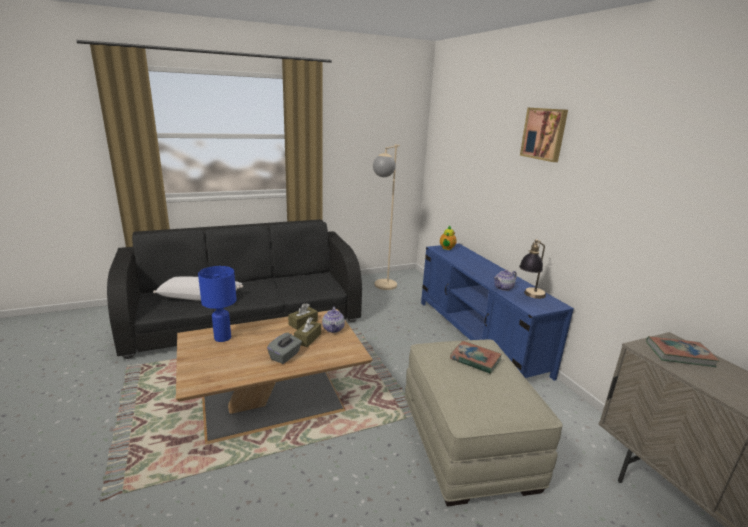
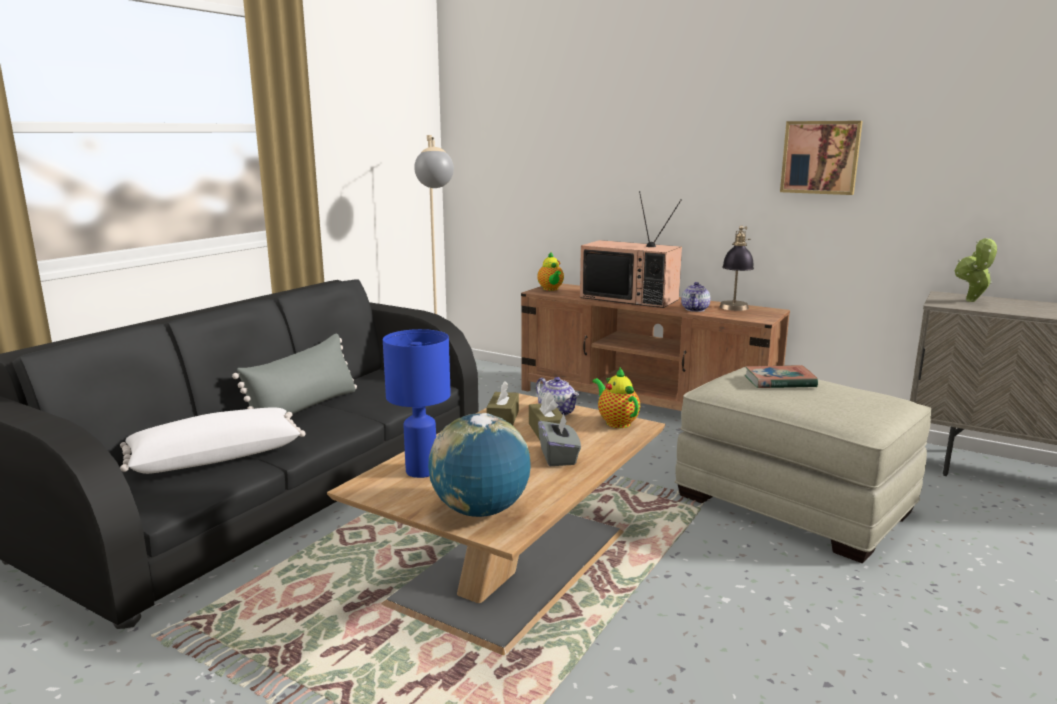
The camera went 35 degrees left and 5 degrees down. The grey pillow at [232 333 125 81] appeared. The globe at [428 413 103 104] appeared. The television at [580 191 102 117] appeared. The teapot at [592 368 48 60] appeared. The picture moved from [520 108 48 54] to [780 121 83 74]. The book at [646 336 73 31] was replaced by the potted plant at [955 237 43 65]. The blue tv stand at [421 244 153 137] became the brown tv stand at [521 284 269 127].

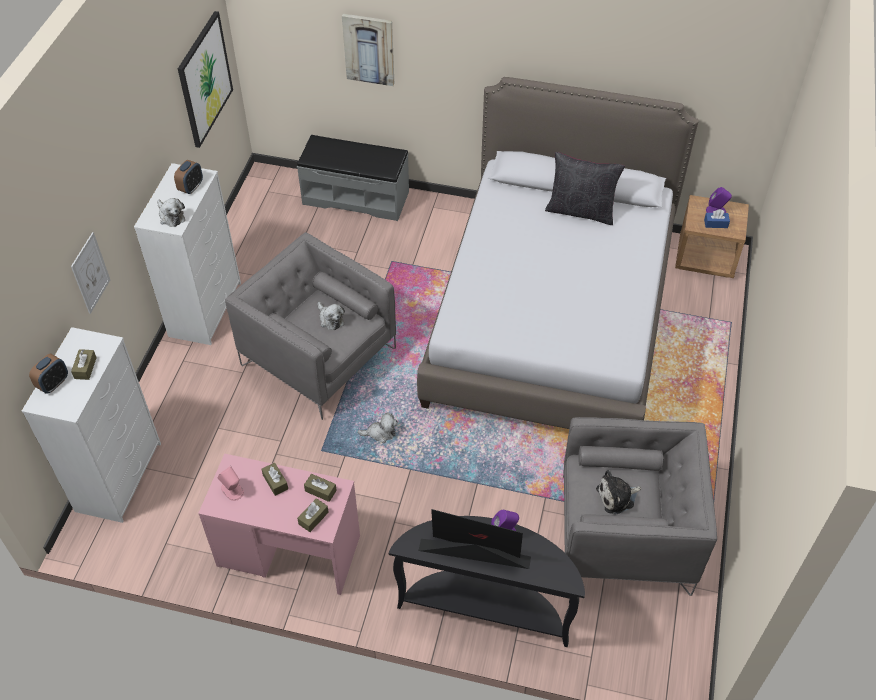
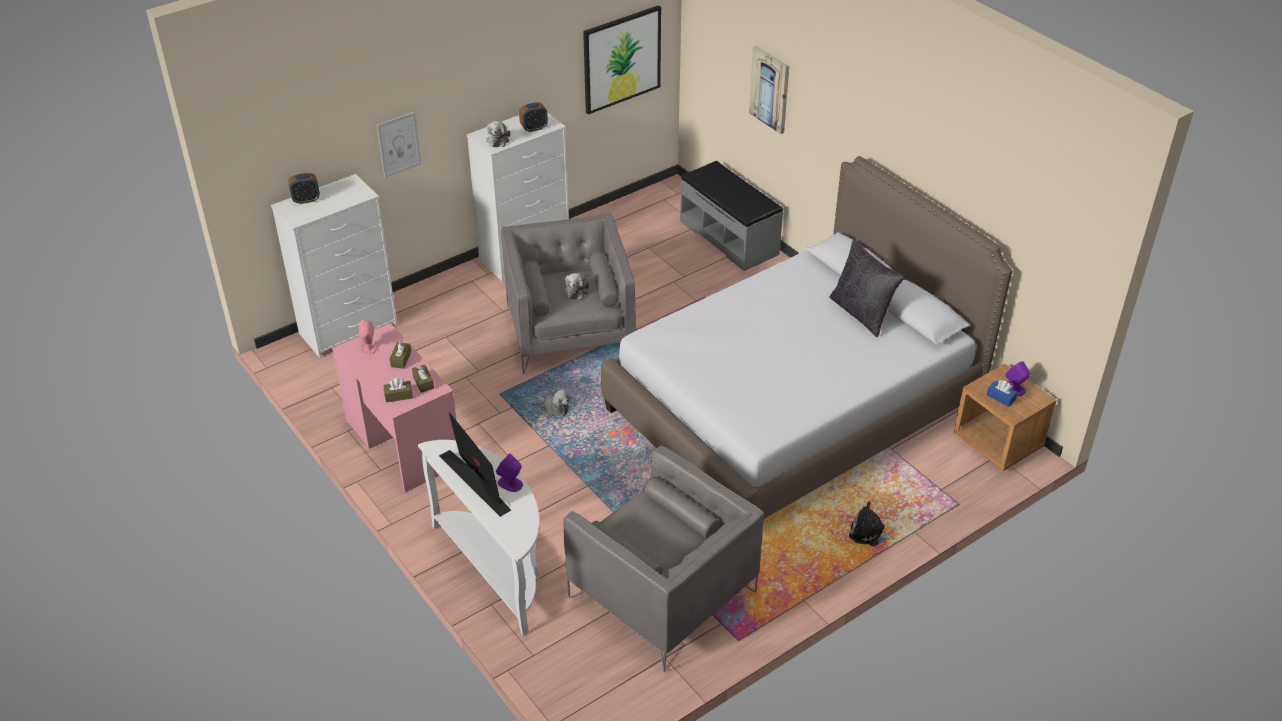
The camera went 40 degrees right and 10 degrees down. The brown tissue box at [71 349 26 31] disappeared. The plush toy moved from [596 470 46 44] to [849 502 47 44]. The black console table at [389 516 196 131] became the white console table at [418 440 122 196].

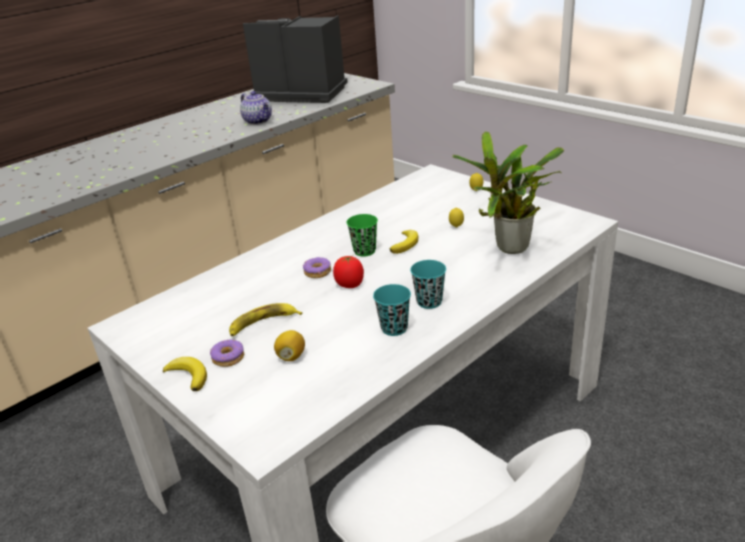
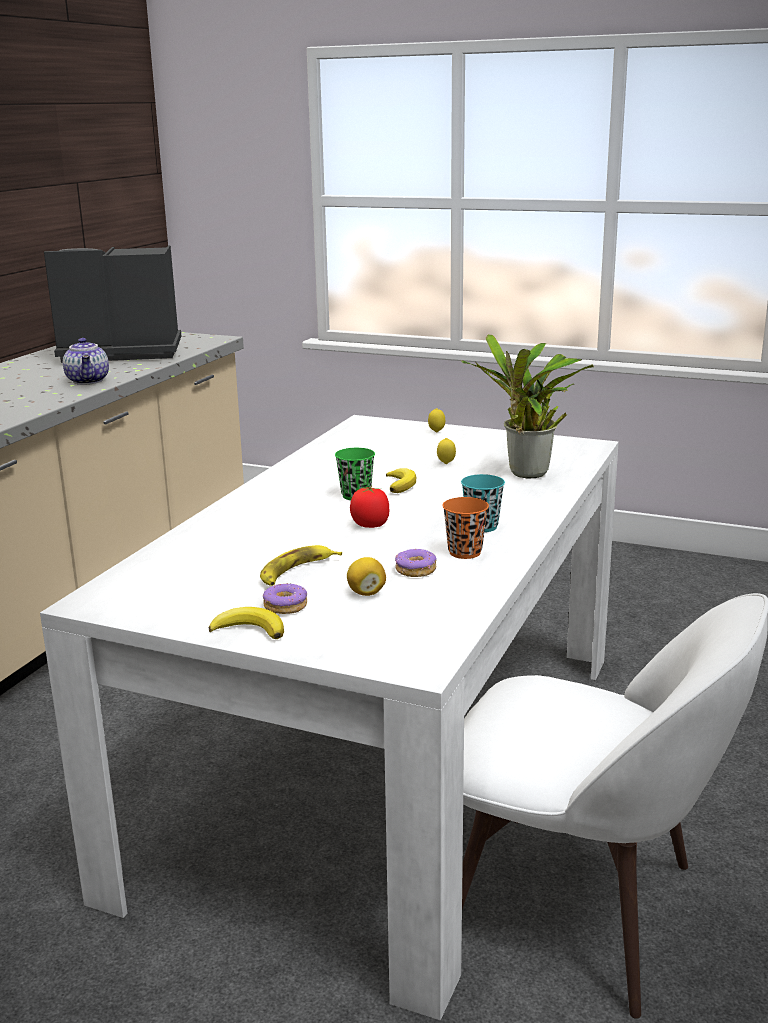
The camera went 25 degrees left and 10 degrees down. The donut moved from [303 257 28 21] to [395 549 41 28]. The turquoise cup at [373 284 38 52] became the orange cup at [442 497 47 62]. The teapot at [240 91 32 34] turned 45 degrees clockwise.

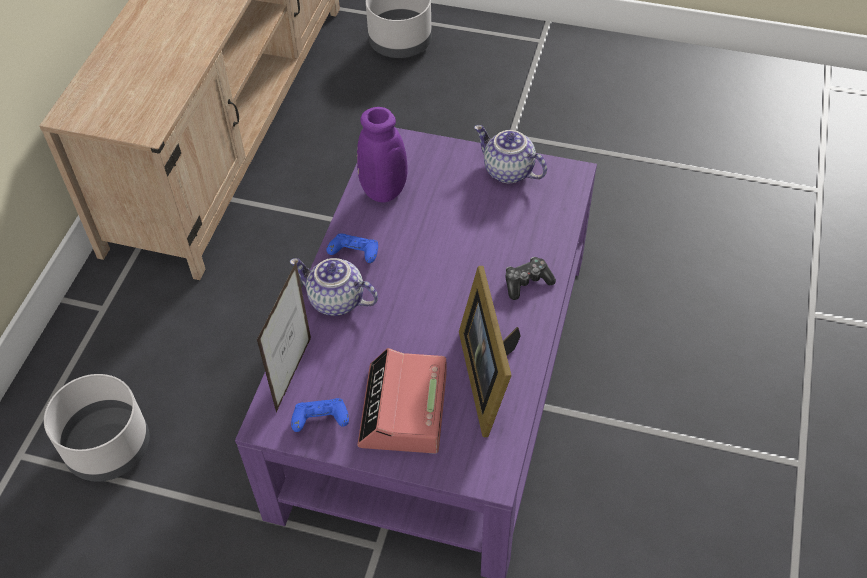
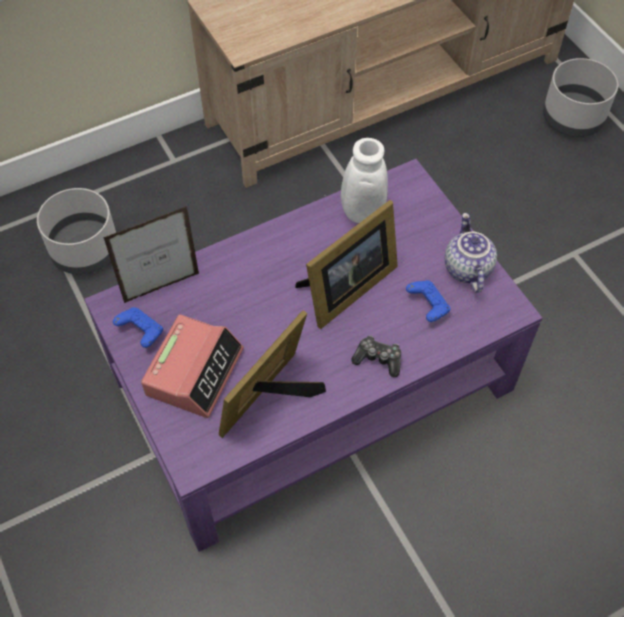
The camera went 45 degrees right and 5 degrees up. The teapot at [290 258 88 58] disappeared. The picture frame at [295 200 103 129] appeared. The blue game controller moved from [326 234 52 29] to [406 280 44 42]. The purple vase at [357 107 51 95] became the white vase at [324 138 64 85]. The alarm clock at [357 348 90 106] turned 150 degrees clockwise.

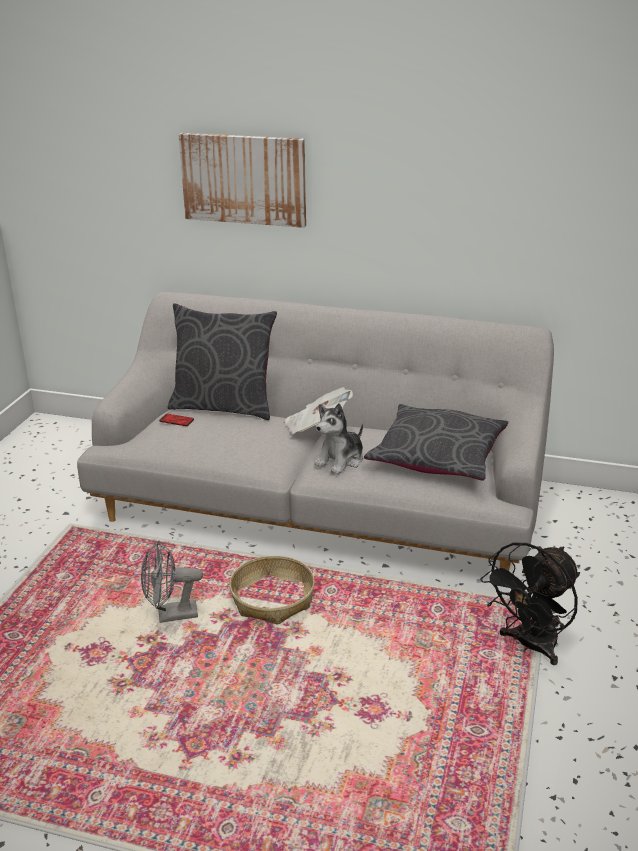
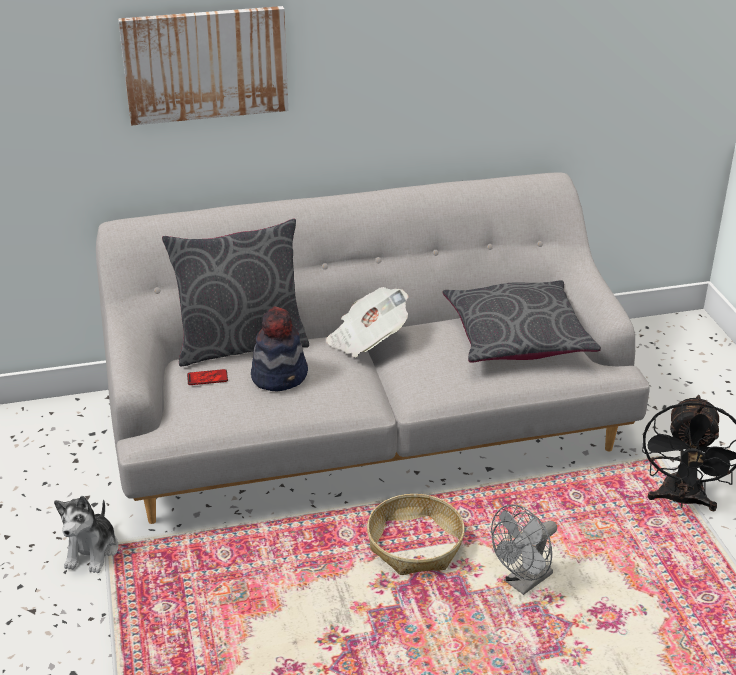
The camera went 30 degrees left and 5 degrees up. The hat at [251 306 57 85] appeared. The grey fan moved from [141 541 62 82] to [491 505 66 90]. The plush toy moved from [314 403 49 72] to [54 496 64 77].

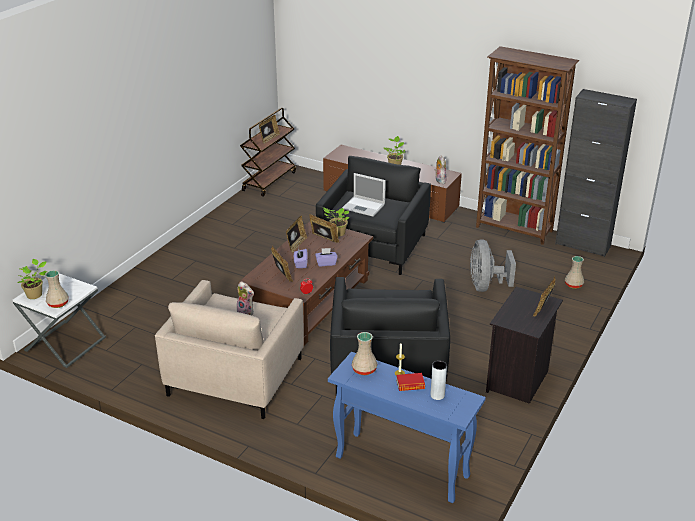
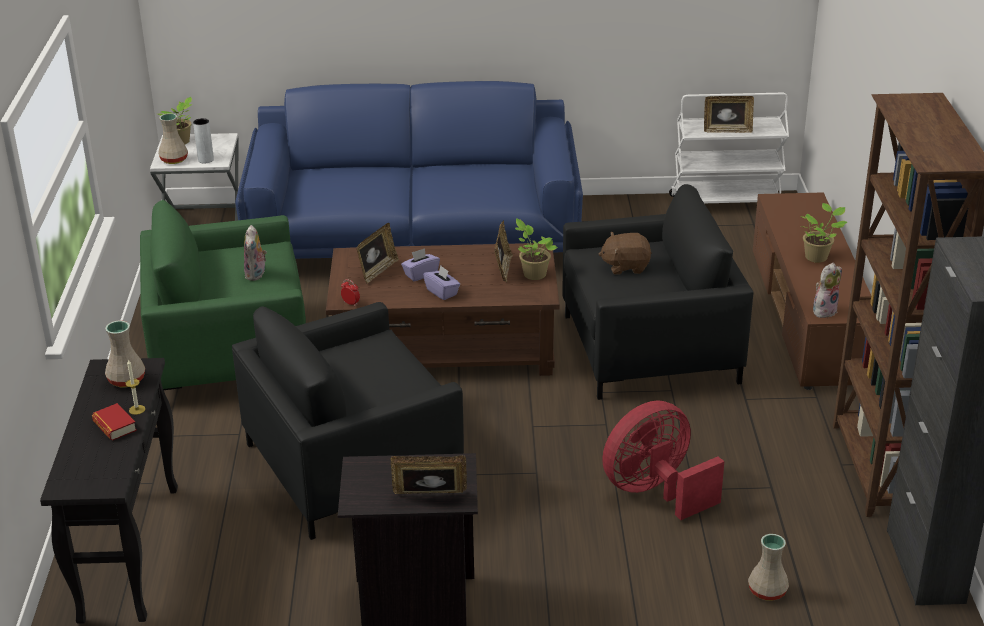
The camera went 60 degrees right and 0 degrees up. The picture frame at [286 216 21 37] disappeared. The blue sofa at [235 81 348 178] appeared. The grey vase moved from [430 361 17 39] to [193 118 21 46]. The laptop at [342 173 44 44] was replaced by the brown plush toy at [598 232 54 42]. The beige armchair at [155 280 149 139] became the green armchair at [140 200 166 190]. The brown cart at [240 108 56 89] became the white cart at [669 93 120 110]. The blue console table at [328 352 158 151] became the black console table at [40 358 138 266]. The grey fan at [470 239 46 53] became the red fan at [602 400 122 120].

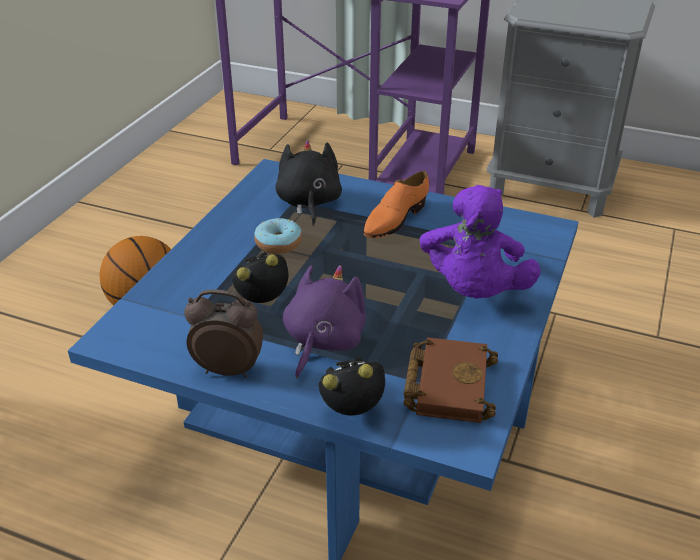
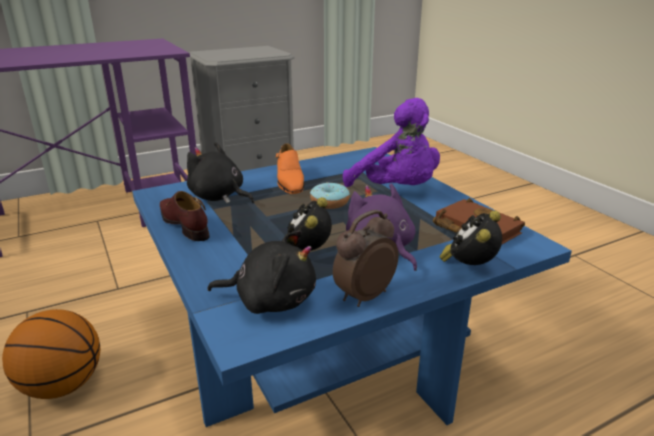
The camera went 50 degrees left and 10 degrees down. The brown shoe at [160 191 49 50] appeared. The black plush toy at [208 230 108 84] appeared. The donut moved from [254 218 48 36] to [310 183 40 26].

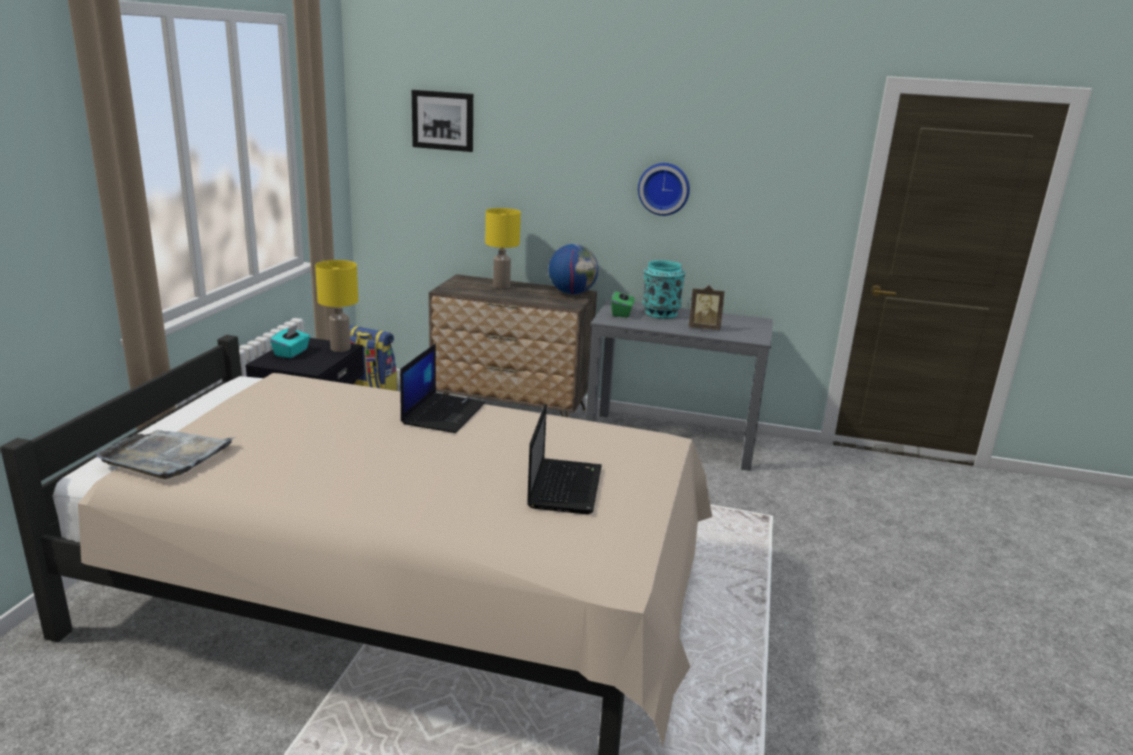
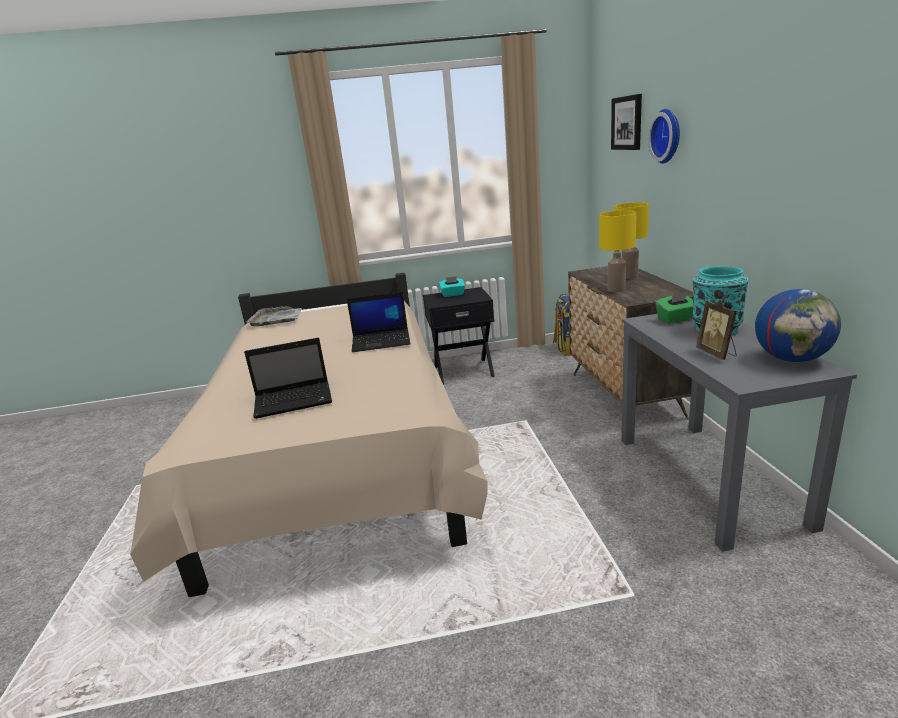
The camera went 70 degrees right and 0 degrees up. The yellow table lamp moved from [315 260 43 92] to [599 210 38 82]. The globe moved from [549 244 49 51] to [755 289 86 73]. The wall clock moved from [638 163 52 53] to [648 109 32 55].

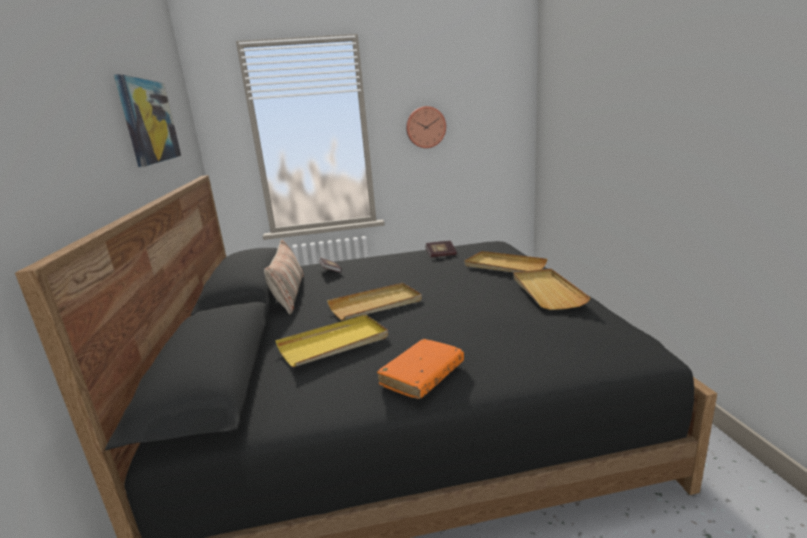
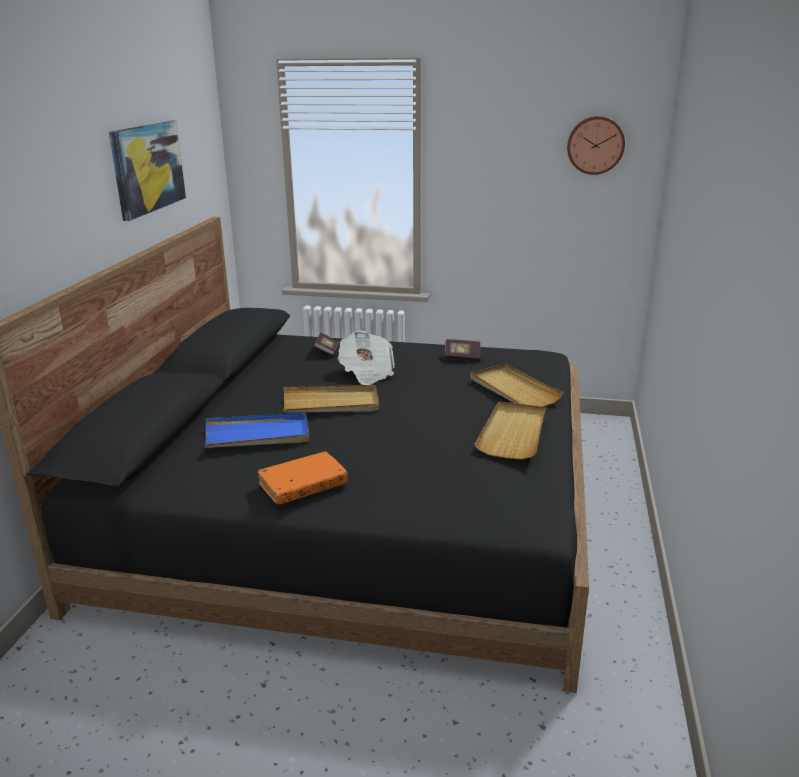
The camera went 20 degrees right and 5 degrees up. The pillow at [264 239 40 75] disappeared. The newspaper at [338 331 56 54] appeared. The wall clock moved from [406 106 40 42] to [567 116 58 59]. The yellow tray at [275 314 113 53] became the blue tray at [203 412 107 36].

